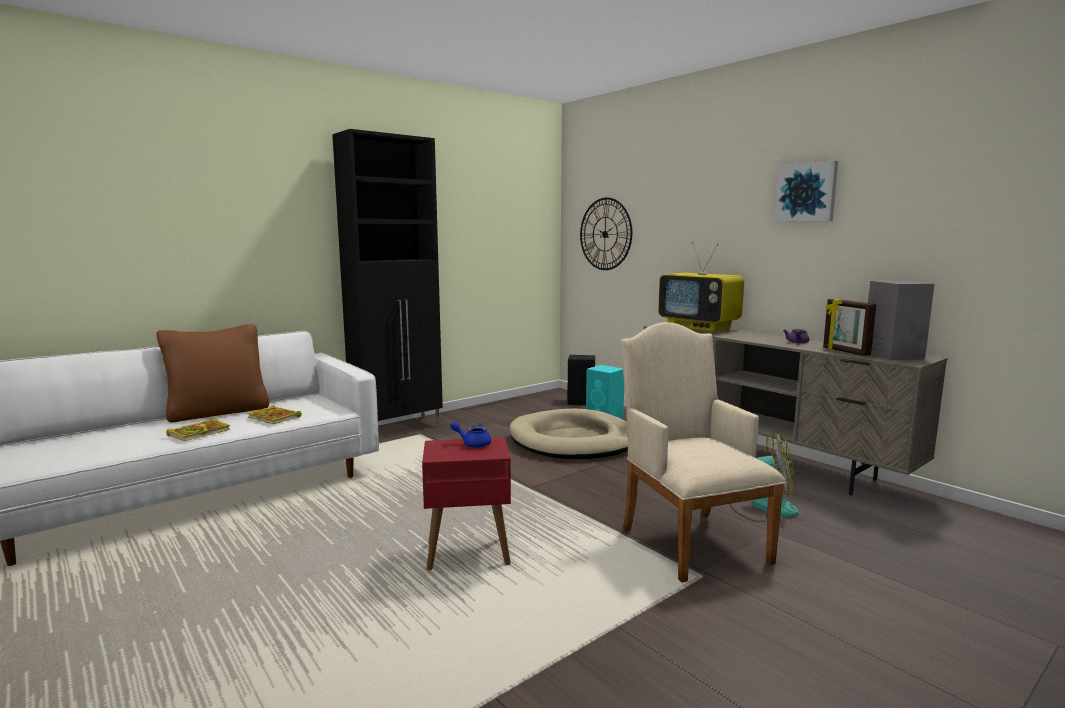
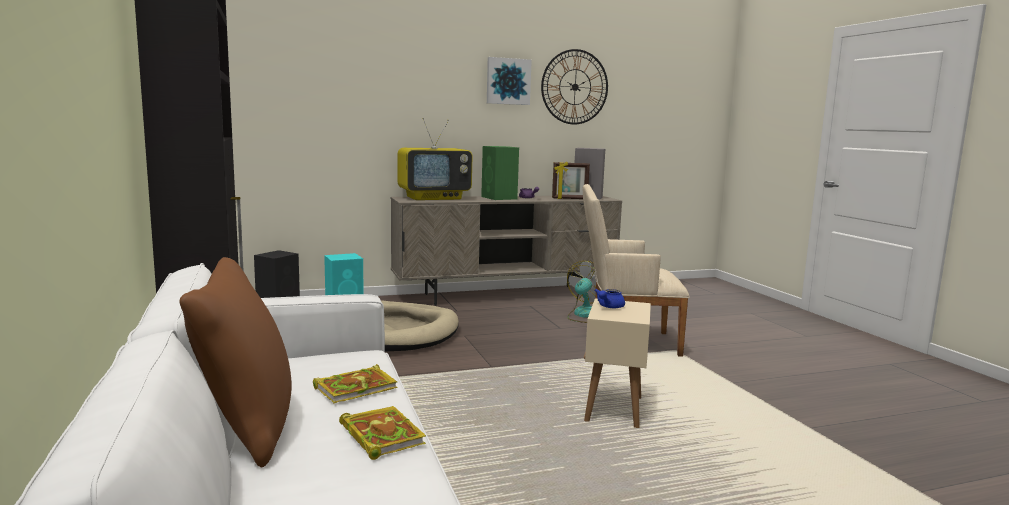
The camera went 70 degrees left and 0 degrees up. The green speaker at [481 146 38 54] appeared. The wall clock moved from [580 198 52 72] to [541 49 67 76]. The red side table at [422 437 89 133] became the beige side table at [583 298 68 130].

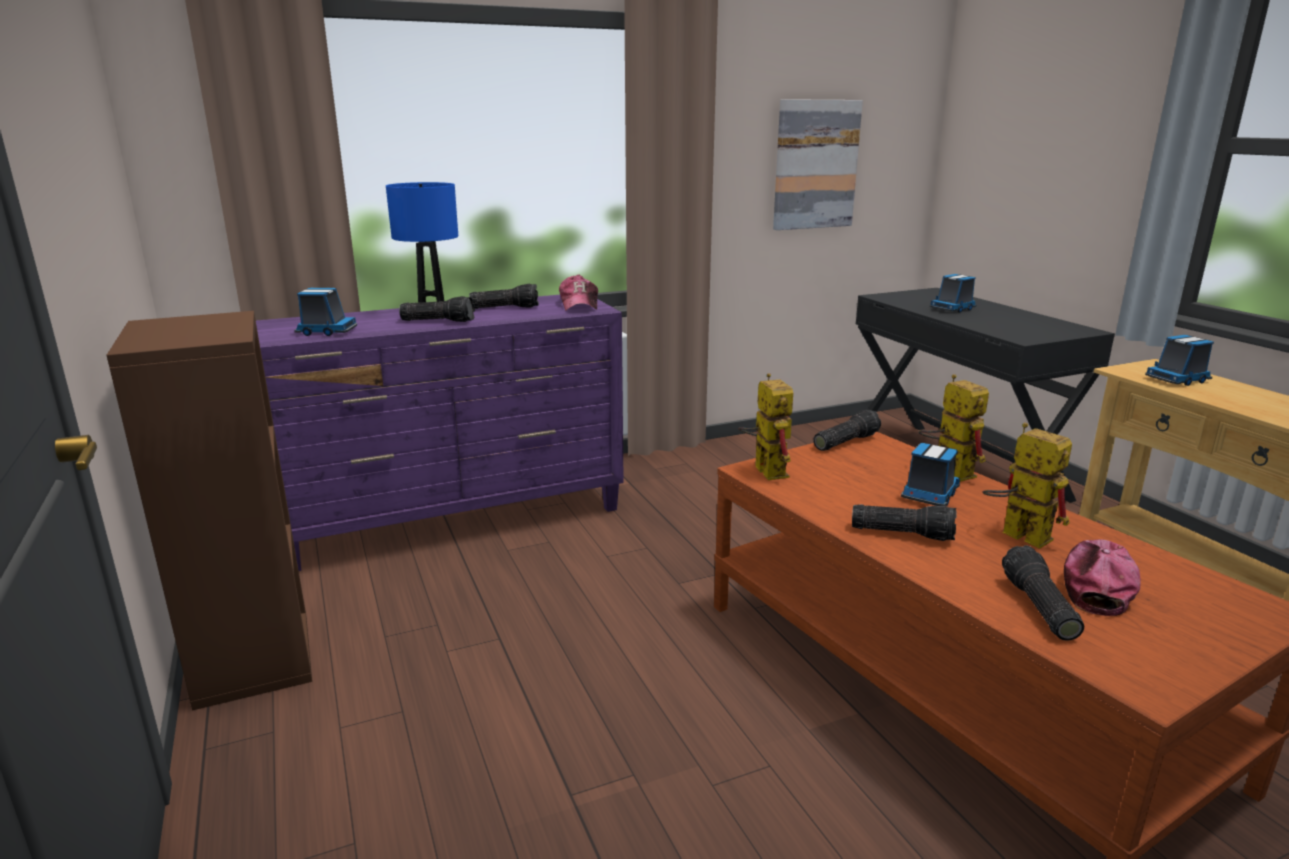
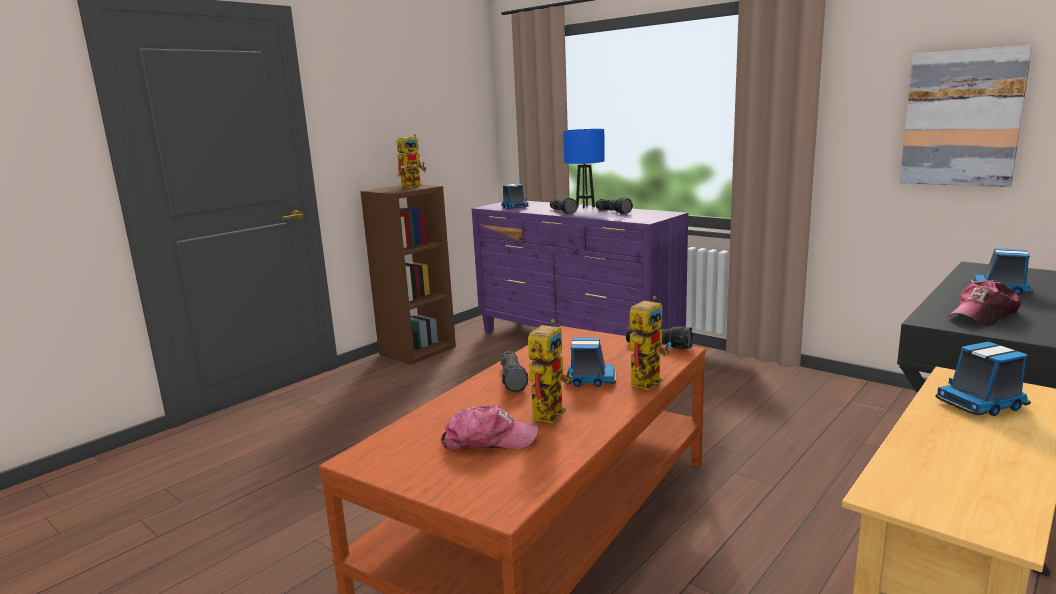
The camera went 65 degrees right and 5 degrees down. The flashlight at [1002 545 82 96] disappeared. The cap moved from [559 275 39 36] to [948 280 73 46]. The toy robot moved from [738 373 55 107] to [396 134 31 54]. The toy truck at [1145 335 69 51] turned 60 degrees counterclockwise.

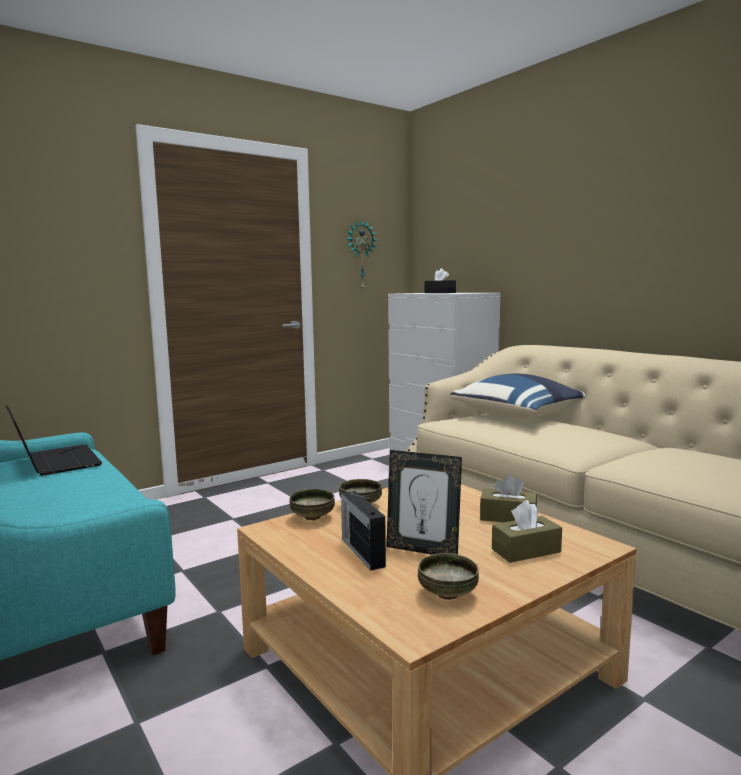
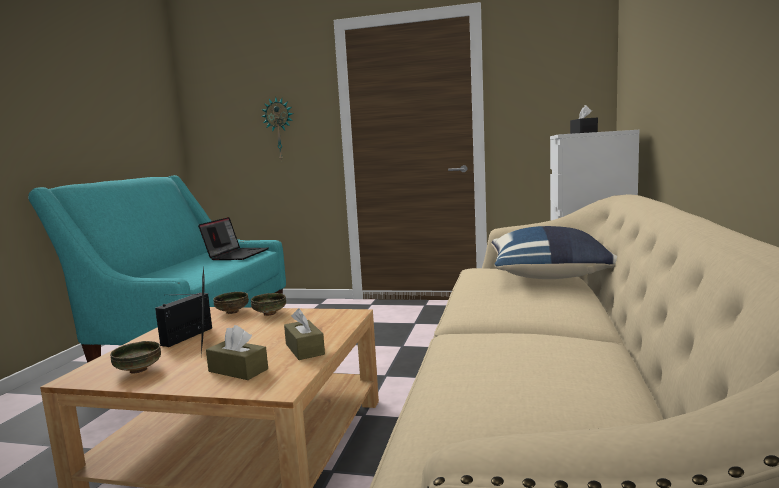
The camera went 50 degrees right and 0 degrees up. The wall clock moved from [346 220 31 70] to [261 97 32 65].

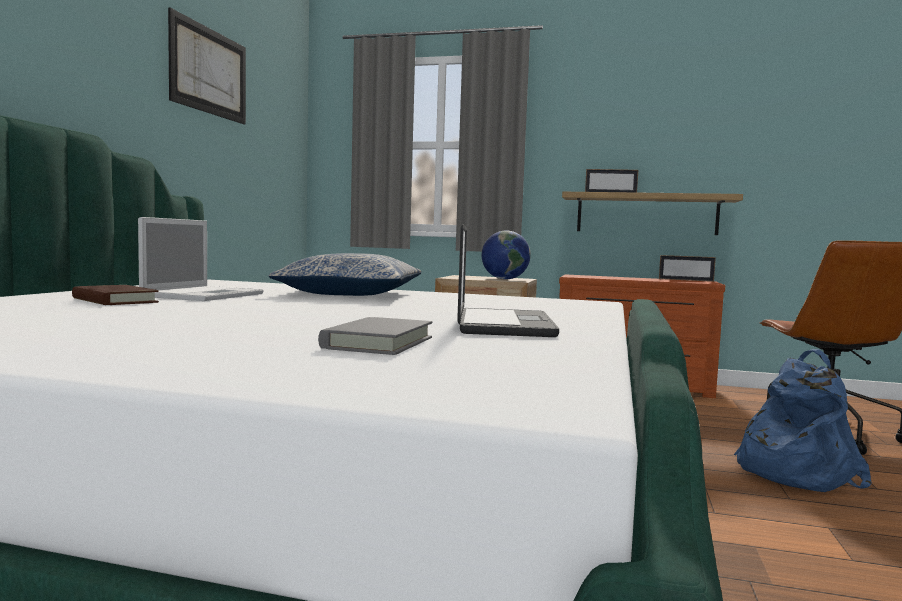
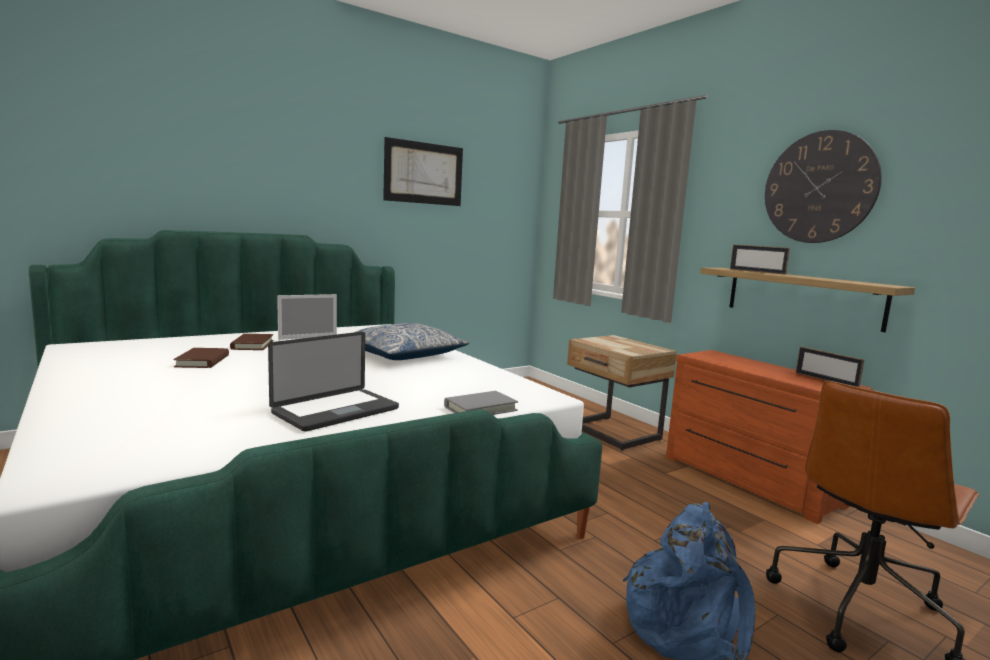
The camera went 40 degrees right and 5 degrees up. The globe at [482 231 49 48] disappeared. The brown book at [173 348 56 20] appeared. The wall clock at [765 130 117 113] appeared. The grey book moved from [318 317 114 38] to [444 391 74 24].

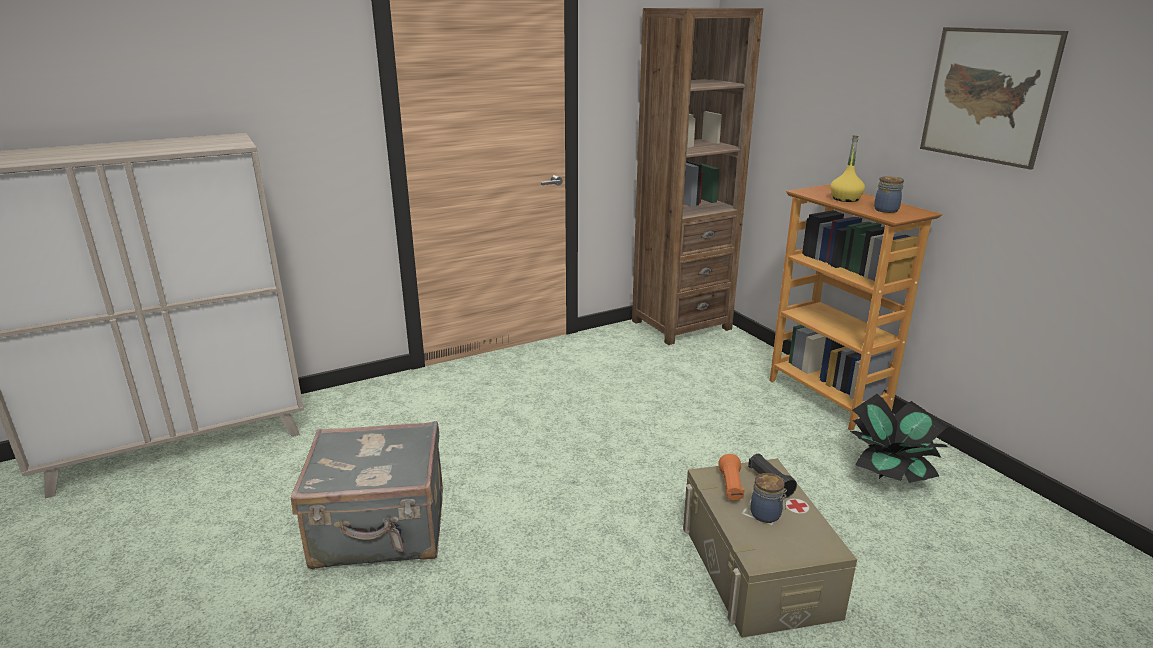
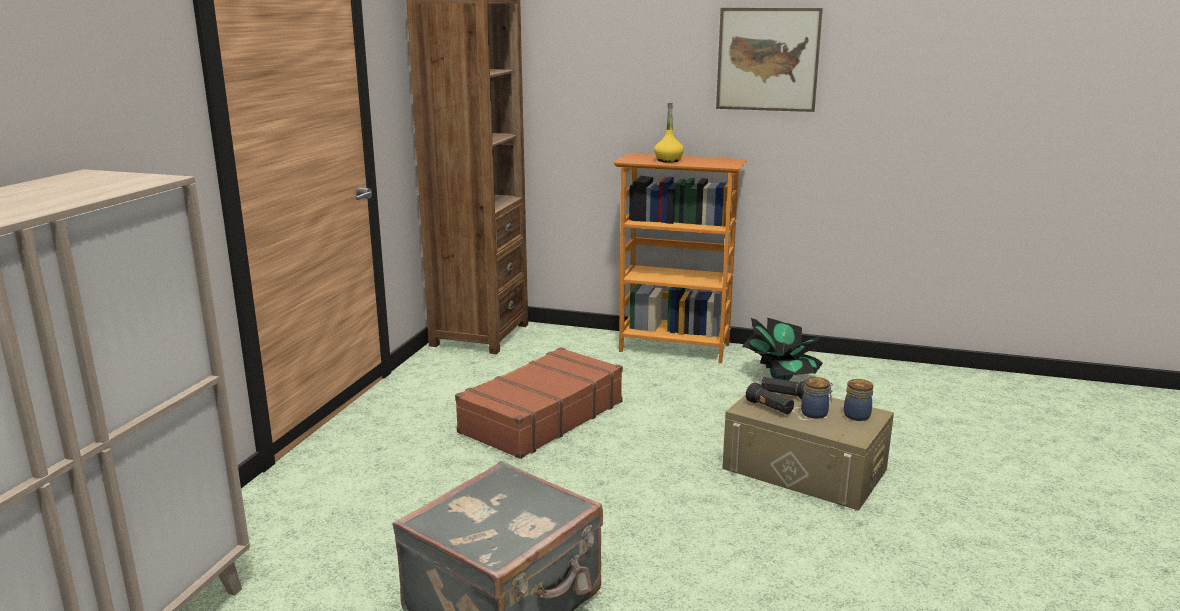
The camera went 45 degrees left and 5 degrees down. The brown suitcase at [455 347 168 112] appeared. The jar moved from [874 176 30 37] to [844 379 29 42]. The orange flashlight at [718 454 27 47] became the black flashlight at [746 382 48 32].

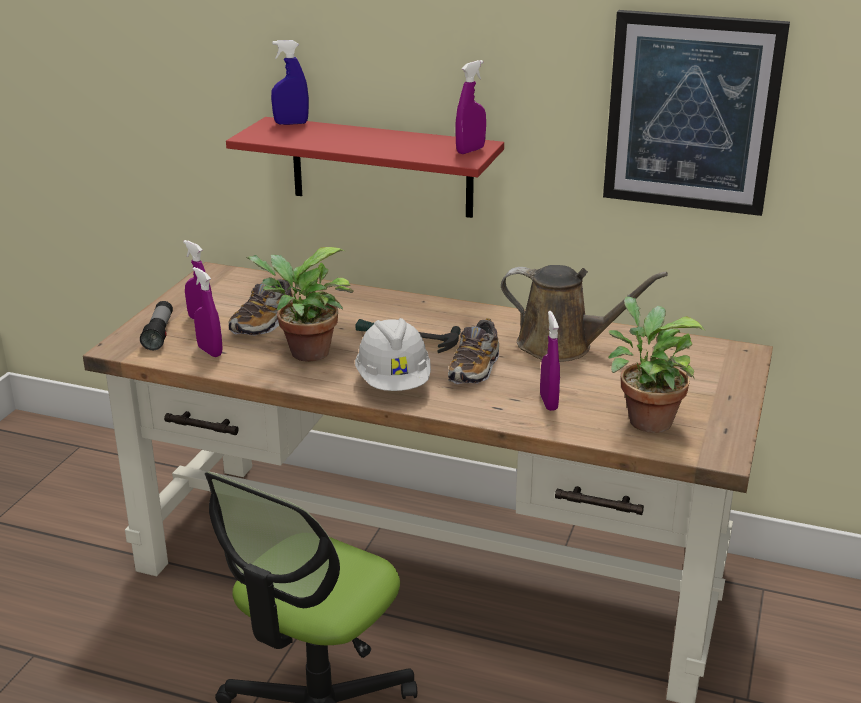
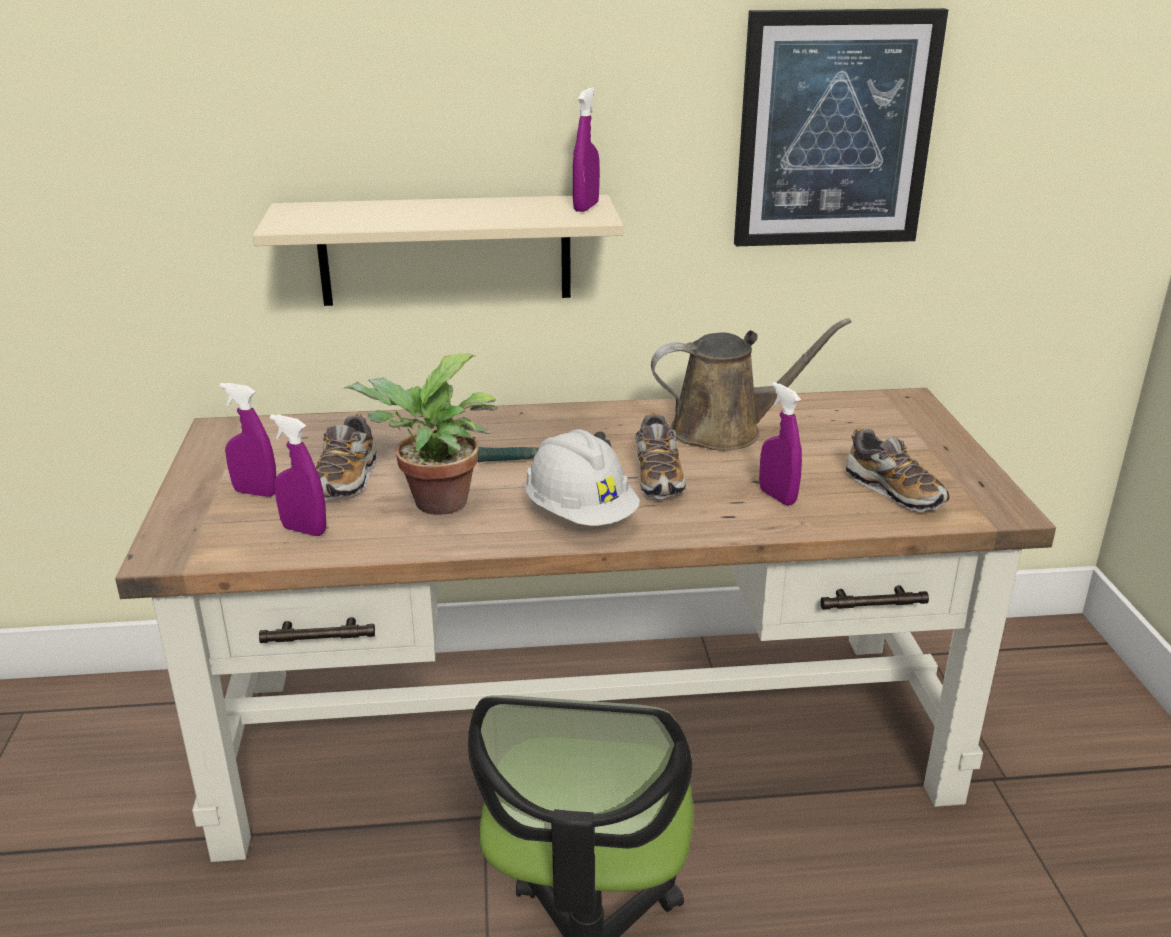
The camera went 25 degrees left and 0 degrees up. The flashlight at [140 301 33 49] disappeared. The blue spray bottle at [271 40 38 85] disappeared. The potted plant at [608 297 97 136] was replaced by the shoe at [846 428 103 84]. The red shelf at [226 117 278 101] became the beige shelf at [253 195 370 111].

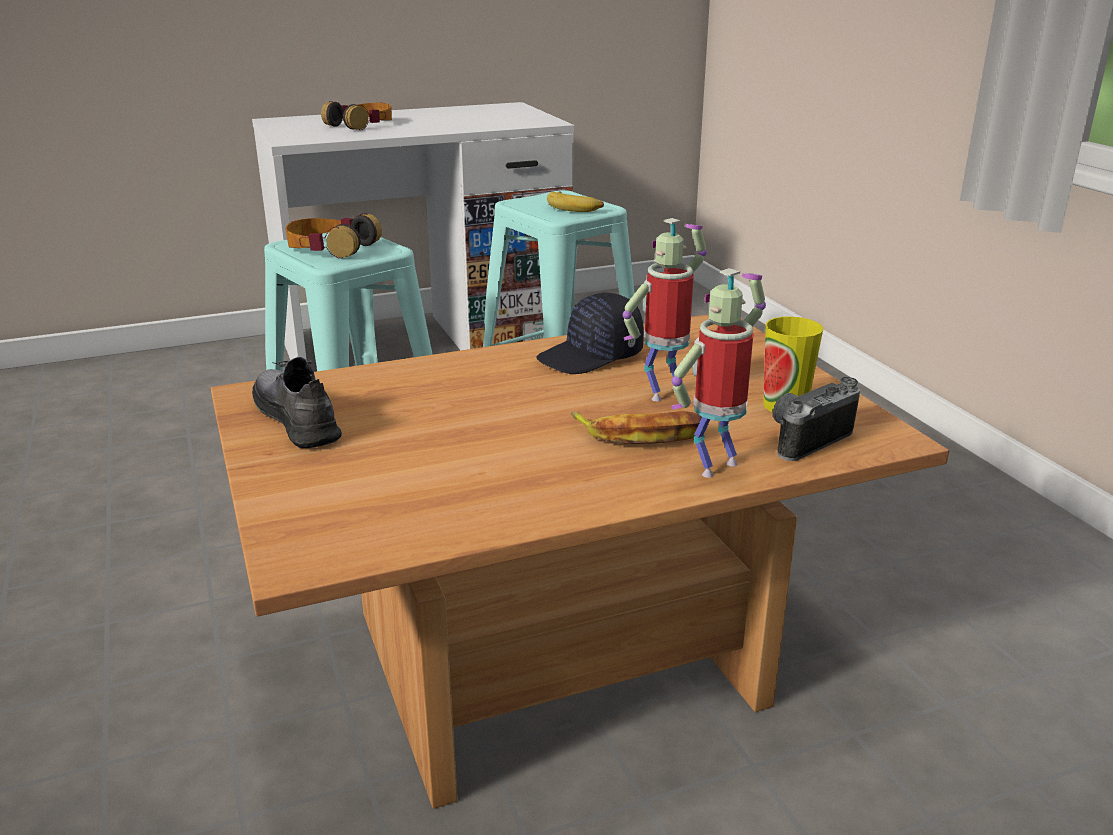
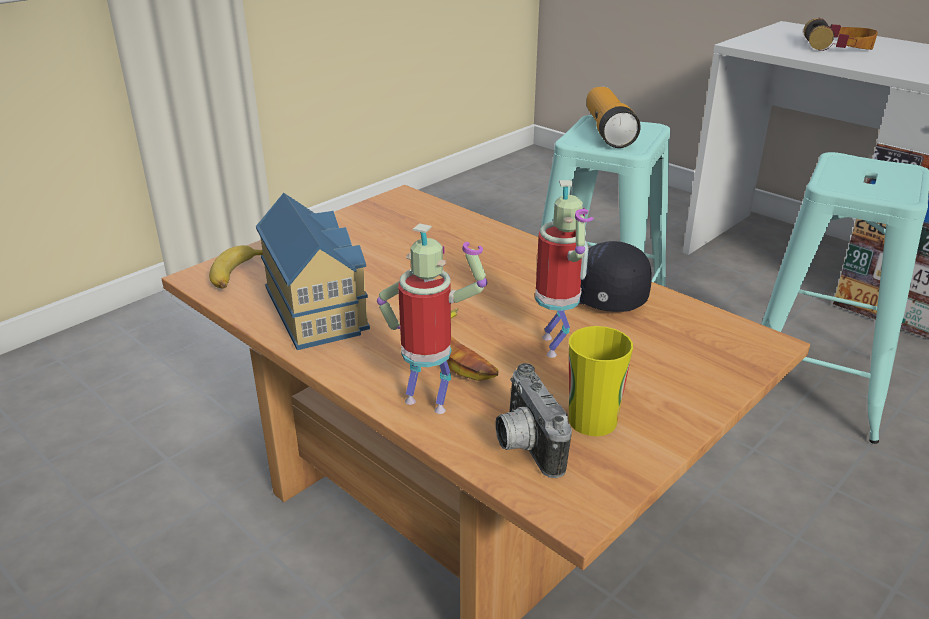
The camera went 65 degrees right and 5 degrees up. The grey shoe at [252 357 90 91] disappeared. The toy house at [256 193 114 157] appeared. The banana moved from [547 191 57 21] to [209 245 54 44]. The headphones at [286 213 96 45] was replaced by the flashlight at [586 87 55 61]. The toy robot at [623 218 84 183] turned 60 degrees clockwise. The photo camera at [773 377 87 84] turned 135 degrees counterclockwise.

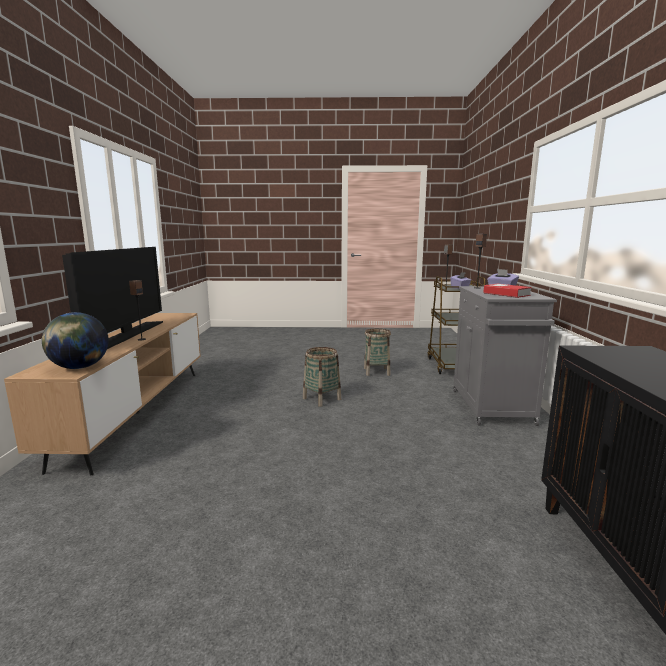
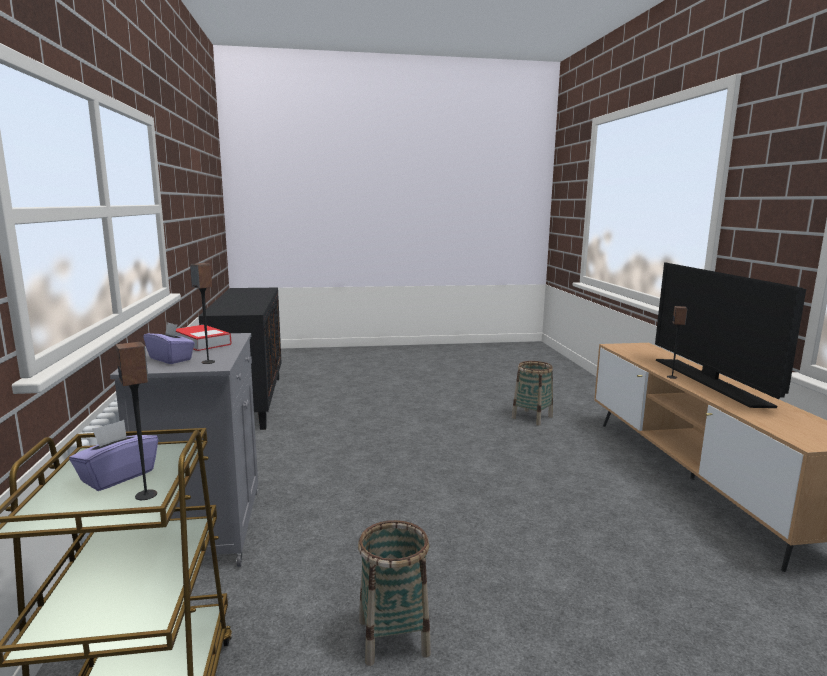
The camera went 170 degrees right and 0 degrees up. The globe at [42 312 67 57] disappeared. The basket moved from [303 347 38 60] to [512 361 41 64].

